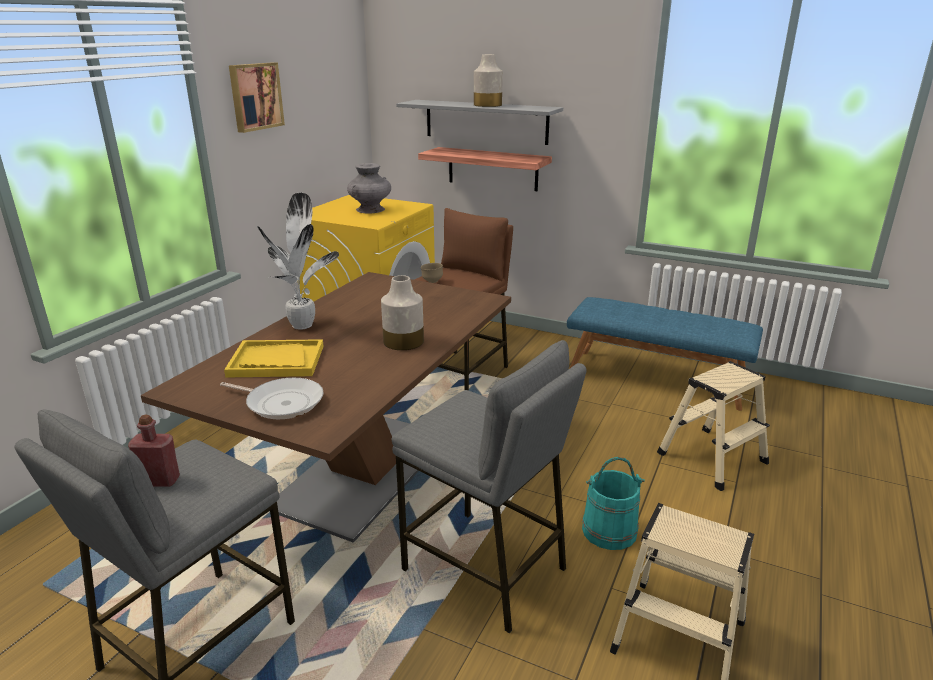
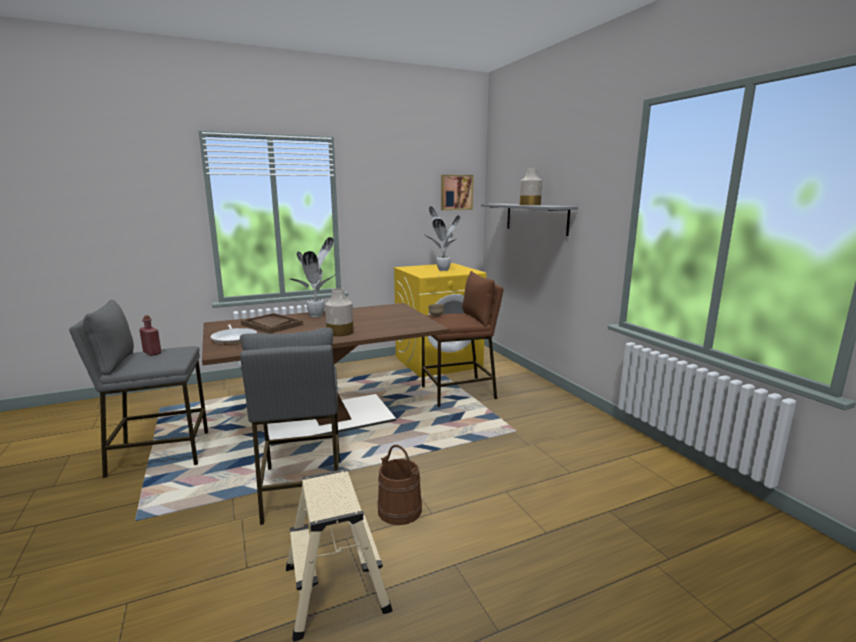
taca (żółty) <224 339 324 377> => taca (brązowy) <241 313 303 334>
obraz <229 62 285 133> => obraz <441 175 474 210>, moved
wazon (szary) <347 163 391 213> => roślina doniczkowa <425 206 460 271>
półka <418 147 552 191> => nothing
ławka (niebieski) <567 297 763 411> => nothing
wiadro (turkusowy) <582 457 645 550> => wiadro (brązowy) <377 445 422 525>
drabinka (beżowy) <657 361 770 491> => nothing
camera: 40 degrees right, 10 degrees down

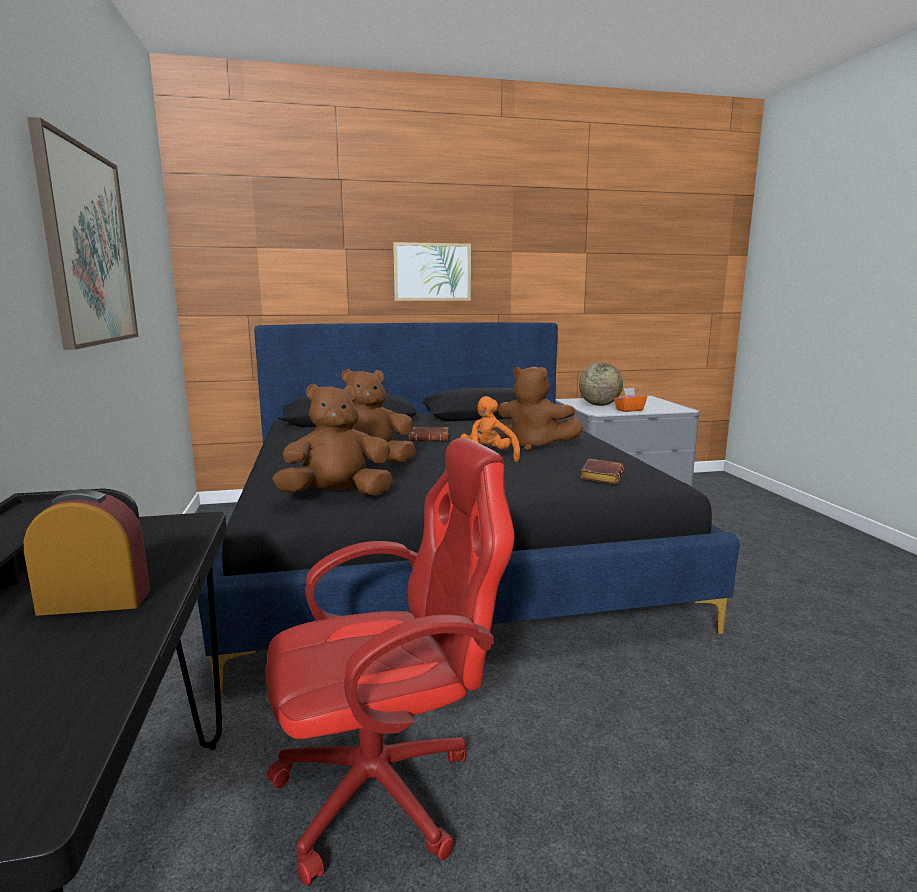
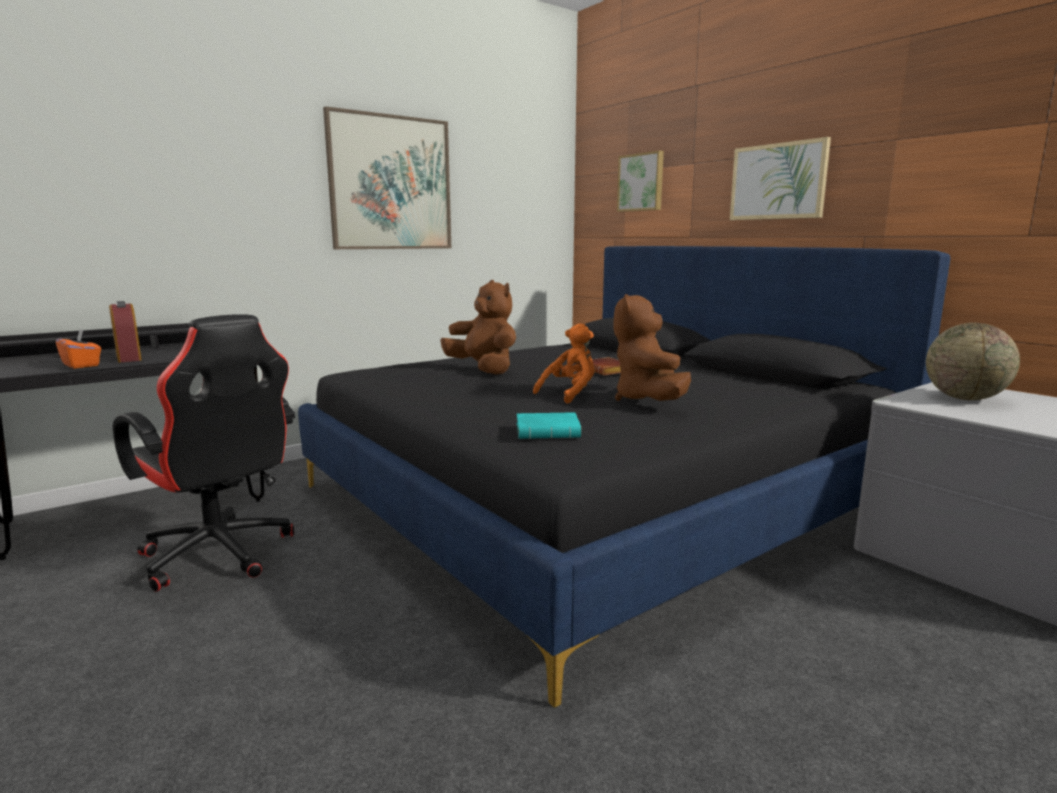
krzesło biurowe (czerwony) <265 438 515 886> => krzesło biurowe (czarny) <113 314 295 592>
pluszak (brązowy) <273 384 393 495> => nothing
książka (brązowy) <580 459 624 484> => książka (turkusowy) <517 412 582 439>
pudełko chusteczek (pomarańczowy) <614 388 647 412> => pudełko chusteczek (pomarańczowy) <56 329 101 369>, moved
nothing => obraz <617 151 664 212>
camera: 65 degrees right, 0 degrees up

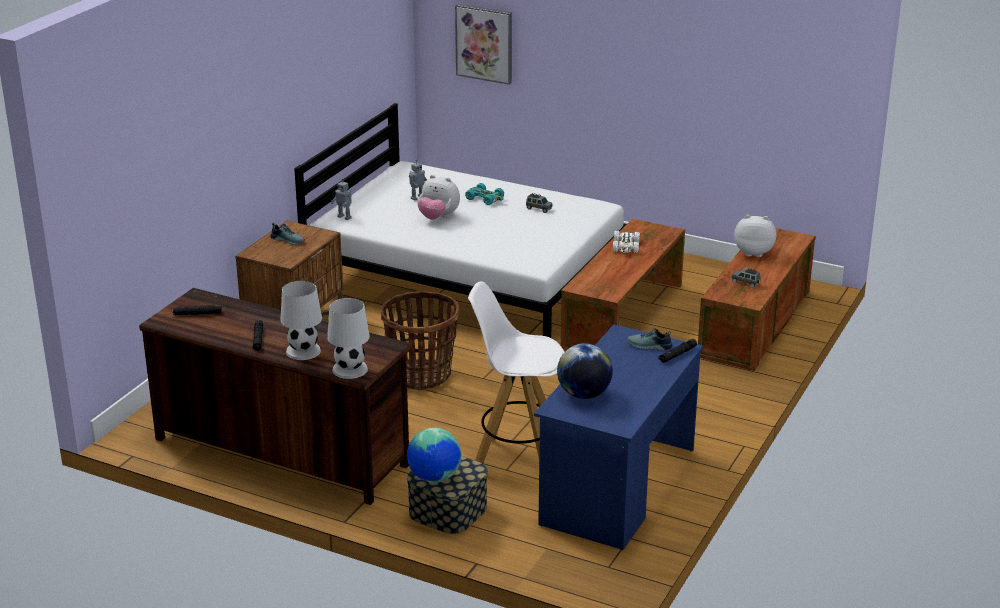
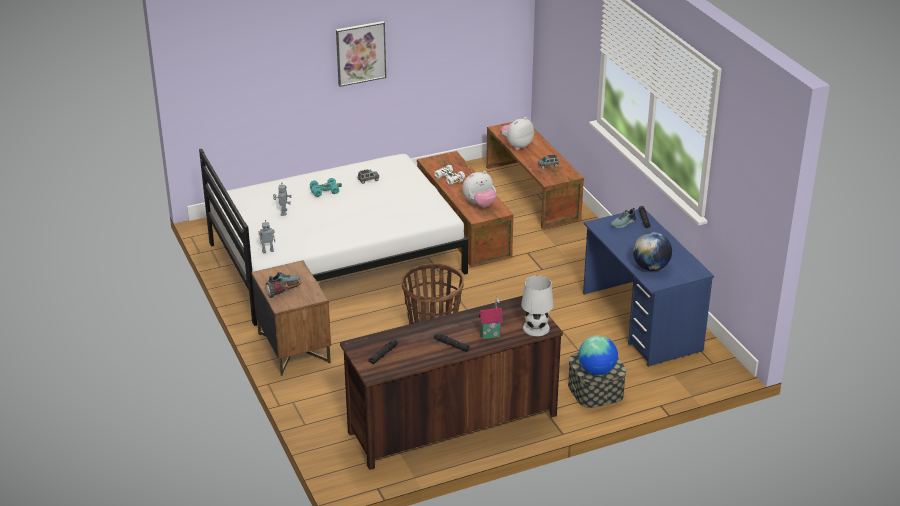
lampa stołowa (biały) <281 281 322 360> => domek <479 297 503 339>
pluszak <417 175 460 220> => pluszak <462 171 497 207>, moved
obraz <455 4 512 85> => obraz <336 21 386 87>, moved
stołek (biały) <468 281 564 463> => nothing
nothing => latarka <266 280 301 298>
camera: 50 degrees left, 5 degrees up

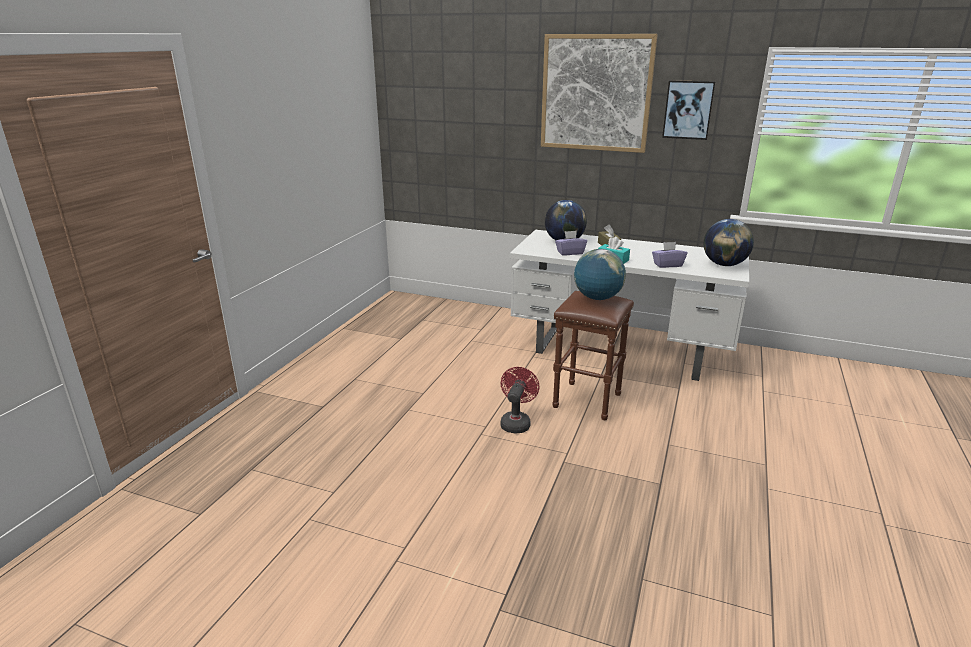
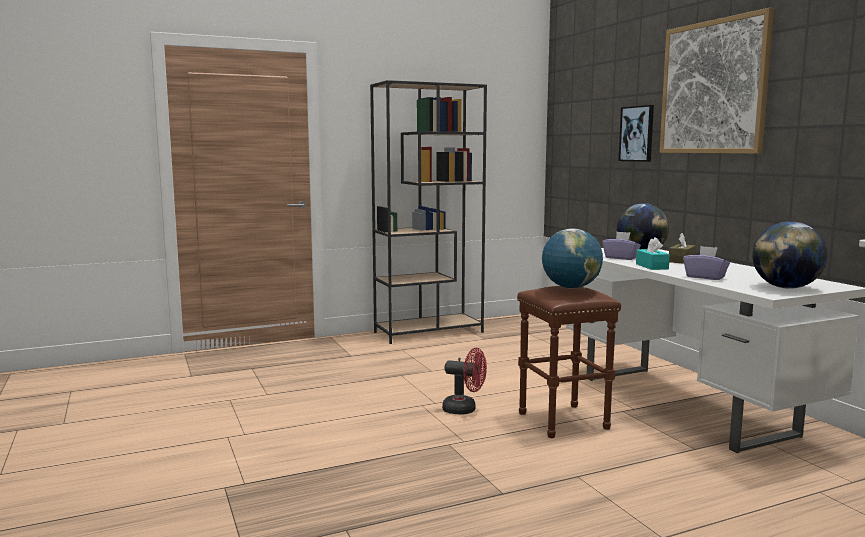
wentylator (czerwony) <500 367 539 433> => wentylator (czerwony) <442 348 487 415>, 45 degrees clockwise
obraz <662 80 715 140> => obraz <619 105 654 162>, moved
nothing => regał <370 80 487 344>
camera: 45 degrees right, 15 degrees down

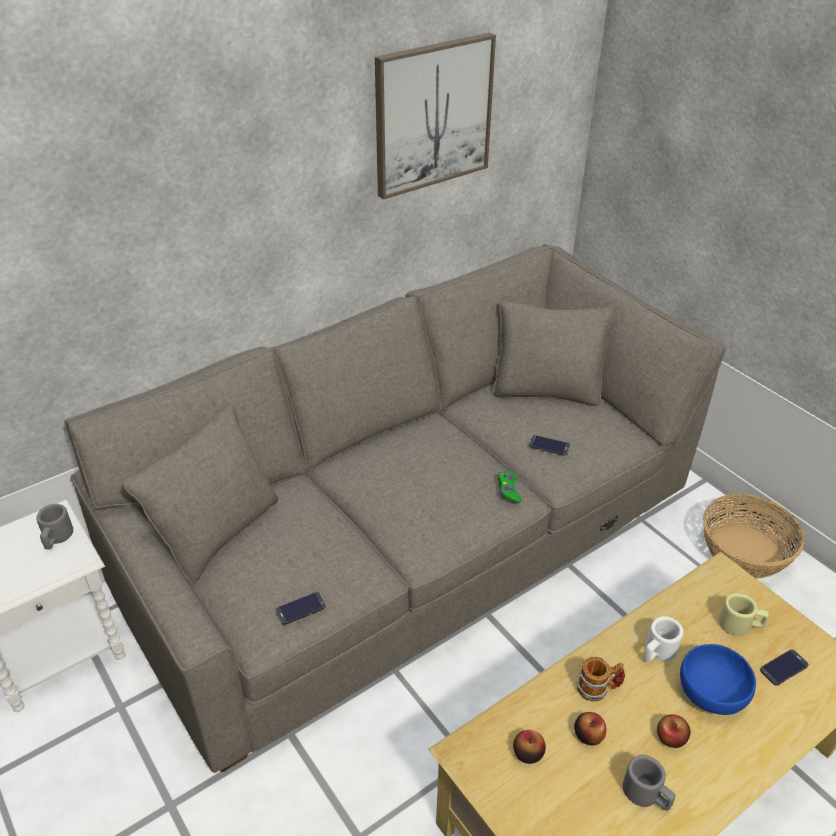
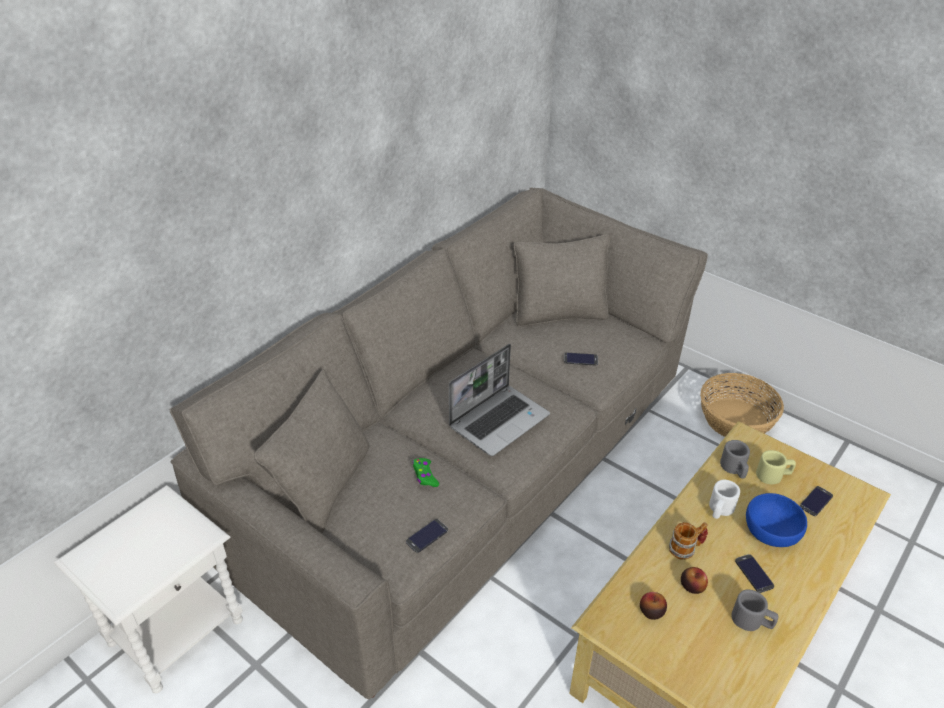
kubek (szary) <36 504 73 549> => kubek (szary) <720 440 750 479>, moved
obraz <375 33 496 200> => nothing
pad do gier (zielony) <498 471 522 503> => pad do gier (zielony) <413 458 439 487>, moved
jabłko <657 714 691 748> => telefon <735 554 774 593>
nothing => laptop <449 344 550 456>
camera: 15 degrees left, 0 degrees up

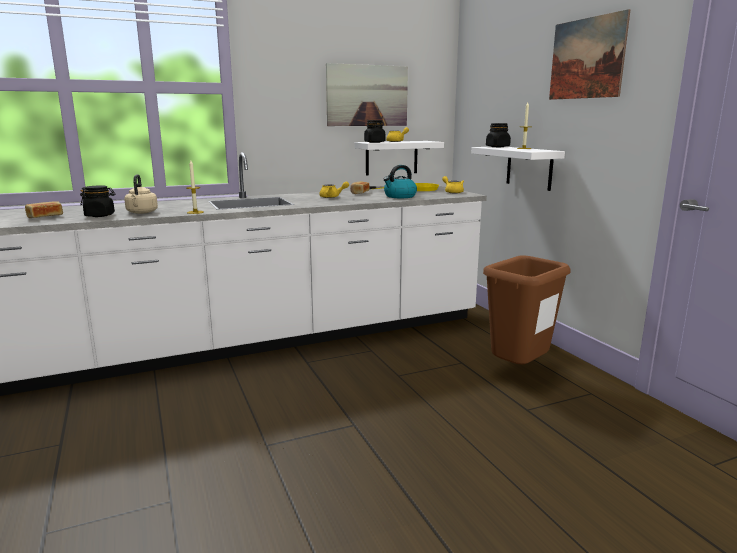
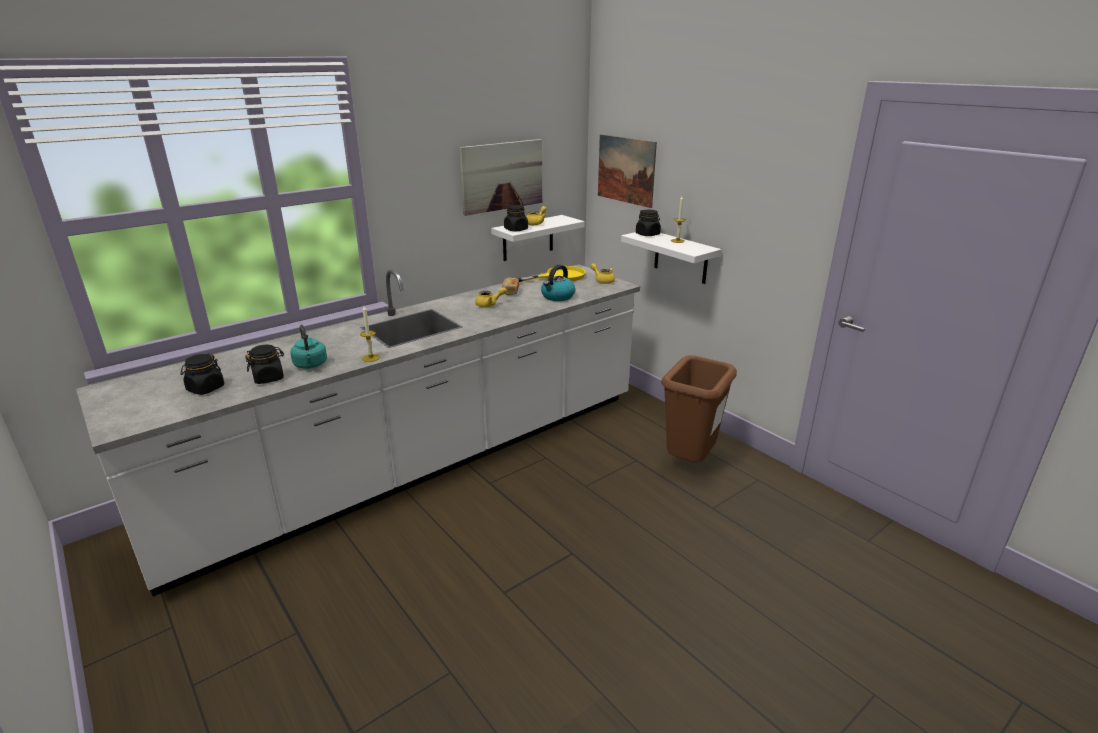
chleb <25 201 63 218> => słoik (czarny) <180 353 224 395>
czajnik (beżowy) <124 174 158 214> => czajnik (turkusowy) <290 325 327 369>
obraz <549 9 631 100> => obraz <598 134 657 208>, moved
camera: 15 degrees left, 10 degrees up

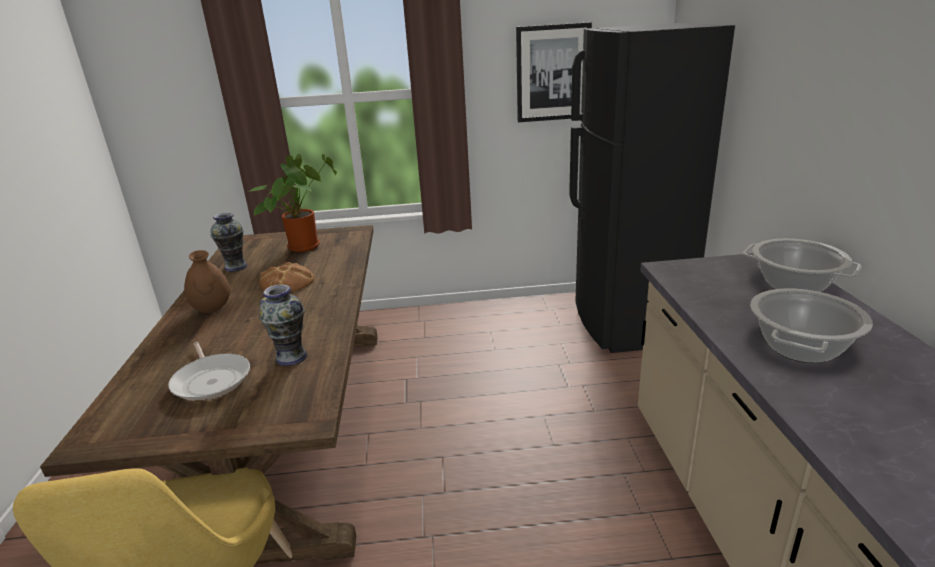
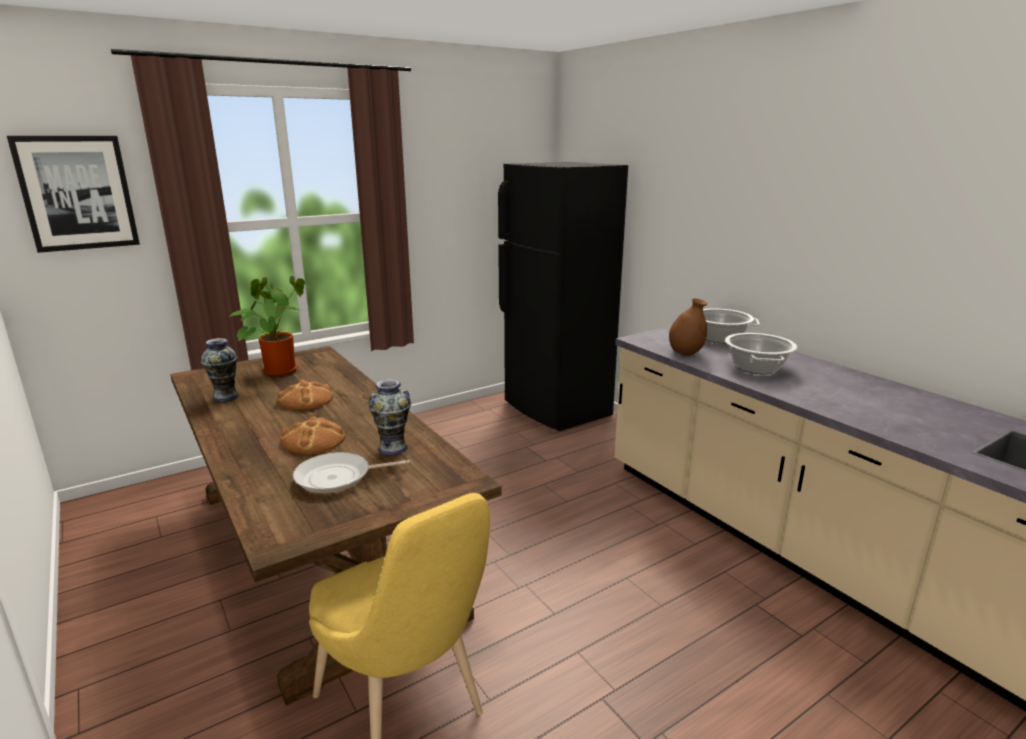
patelnia <168 342 250 401> => patelnia <293 452 410 493>, 135 degrees clockwise
wazon (brązowy) <184 250 230 313> => wazon (brązowy) <669 298 707 356>, moved
obraz <516 22 592 122> => obraz <7 136 140 253>, moved
nothing => chleb <281 416 346 455>
camera: 30 degrees left, 5 degrees down

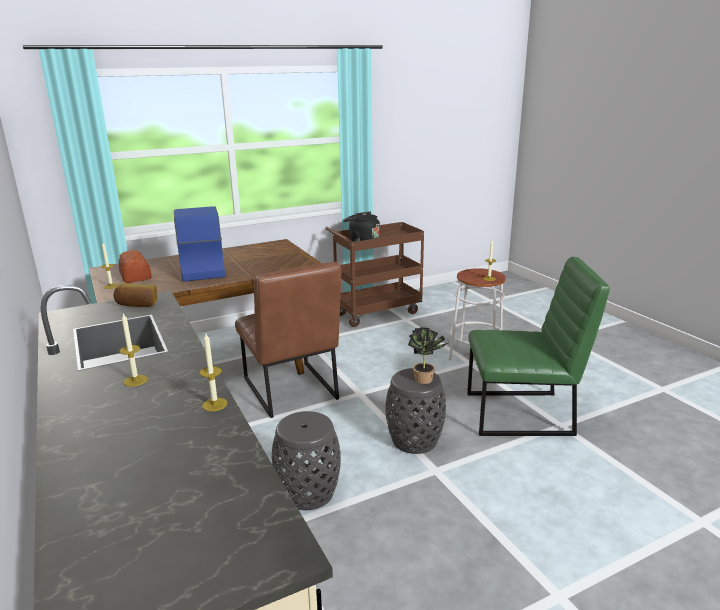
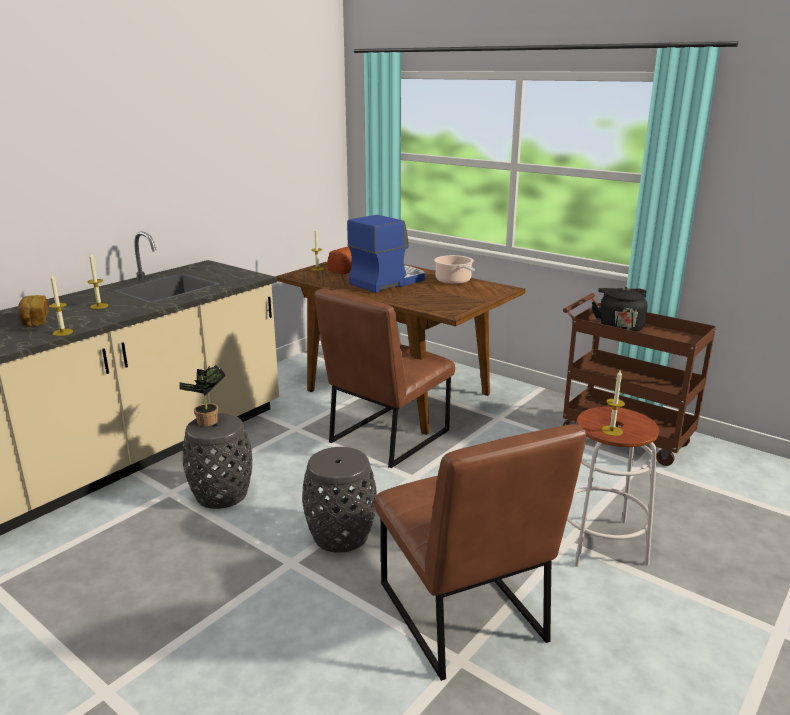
chleb <114 283 157 307> => chleb <17 295 48 327>, moved
roślina doniczkowa <408 327 448 384> => roślina doniczkowa <180 365 226 426>, moved
krzesło (zielony) <467 257 610 436> => krzesło (brązowy) <374 424 587 681>
nothing => garnek <434 255 475 284>
camera: 65 degrees right, 0 degrees up

